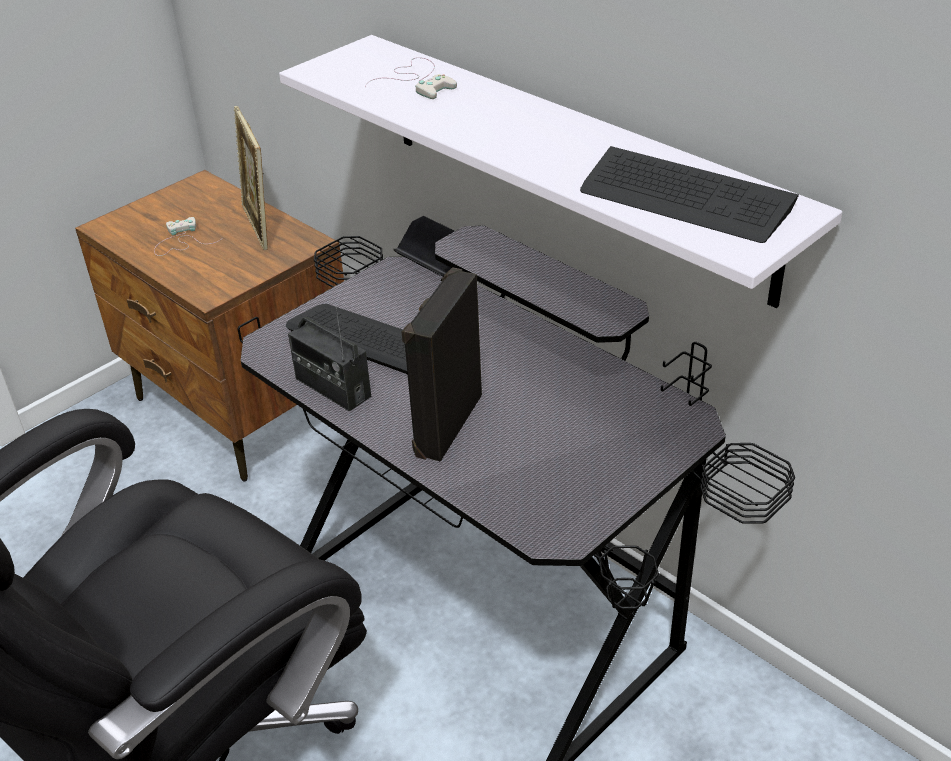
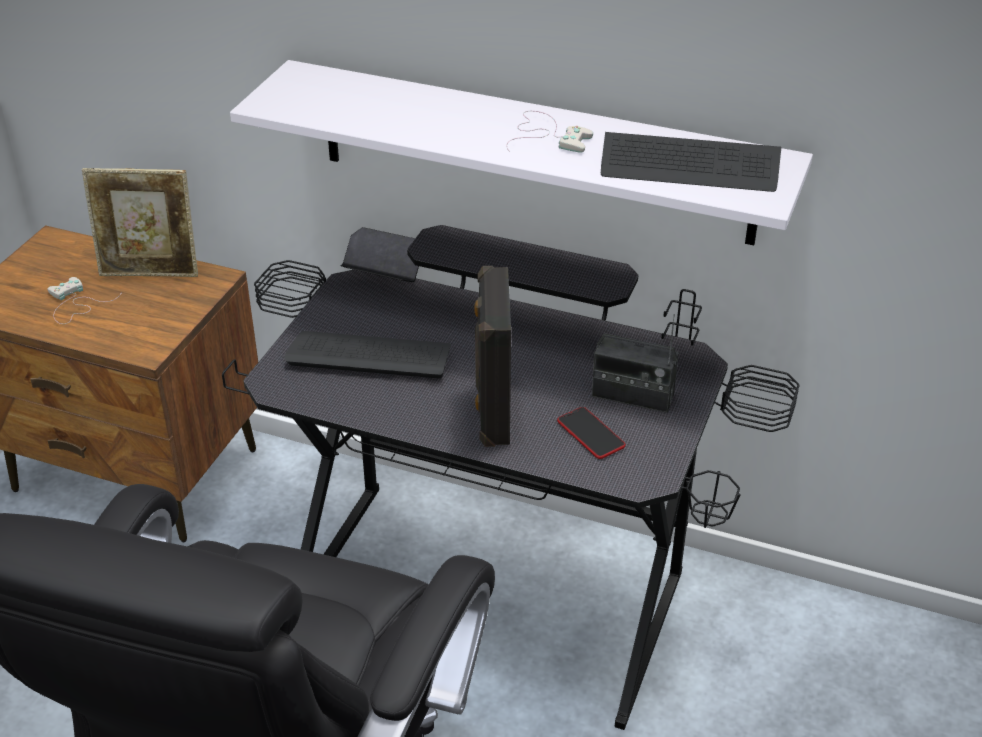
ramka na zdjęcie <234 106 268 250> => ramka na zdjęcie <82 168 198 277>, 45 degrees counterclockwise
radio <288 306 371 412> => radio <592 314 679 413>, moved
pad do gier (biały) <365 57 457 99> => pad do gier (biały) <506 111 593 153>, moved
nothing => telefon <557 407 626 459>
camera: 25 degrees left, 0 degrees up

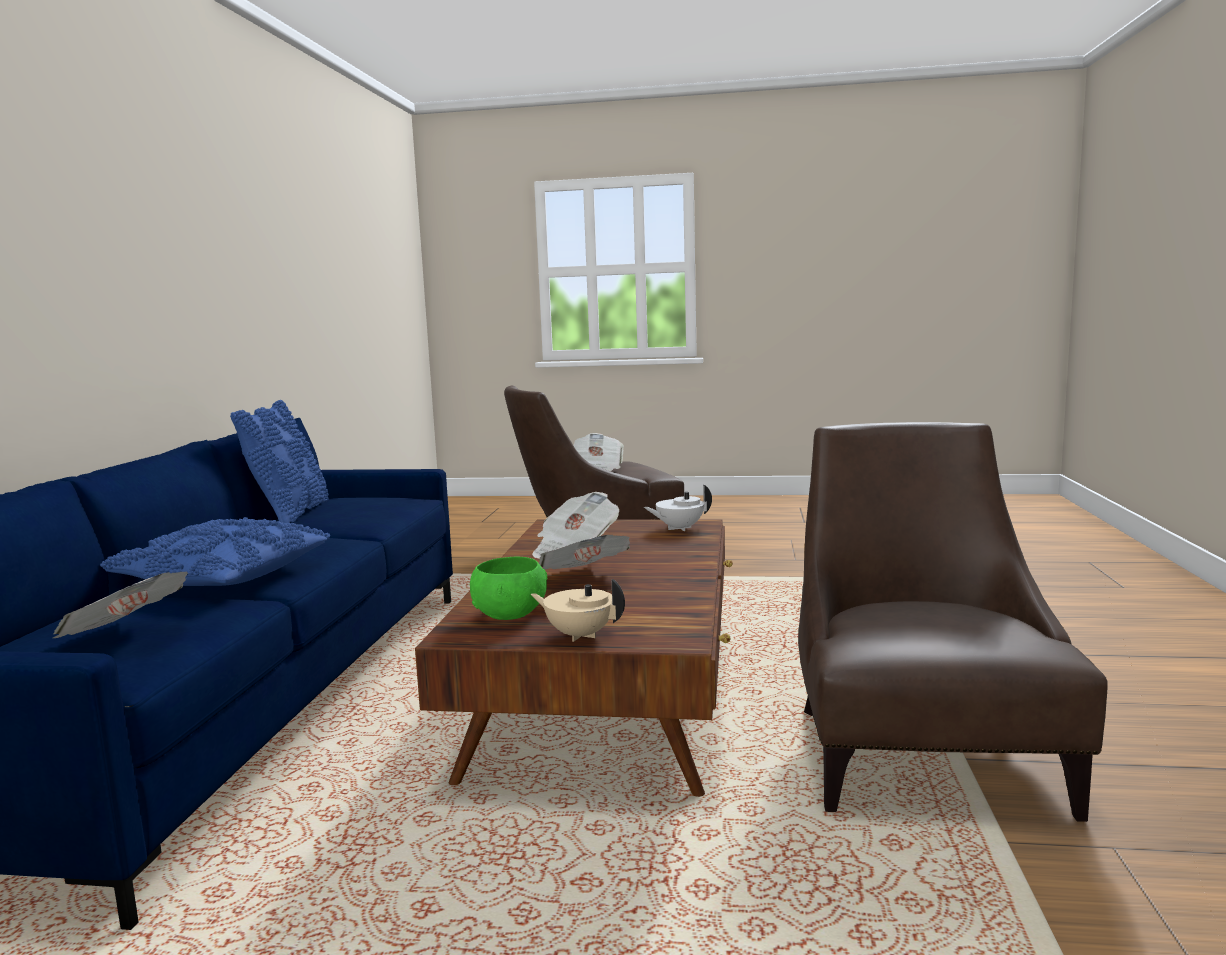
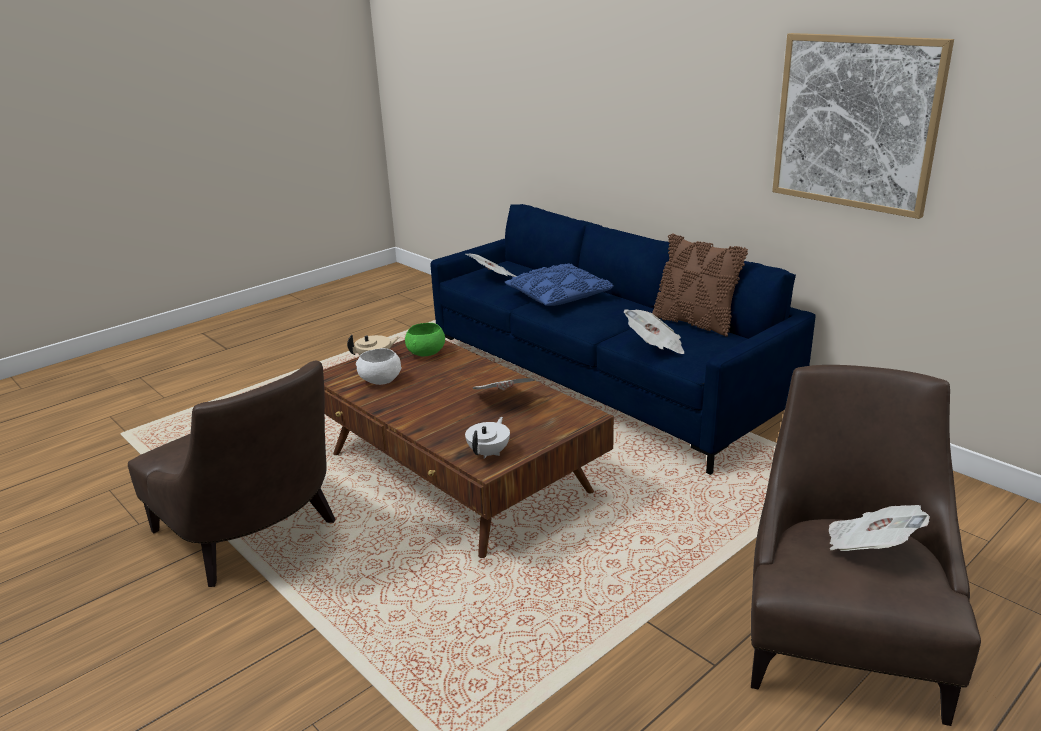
poduszka (niebieski) <230 400 329 523> => poduszka (brązowy) <652 233 748 337>
gazeta <539 535 630 570> => gazeta <624 309 685 354>, moved
nothing => miska (biały) <356 348 401 385>
nothing => obraz <772 33 954 219>
camera: 130 degrees right, 15 degrees up

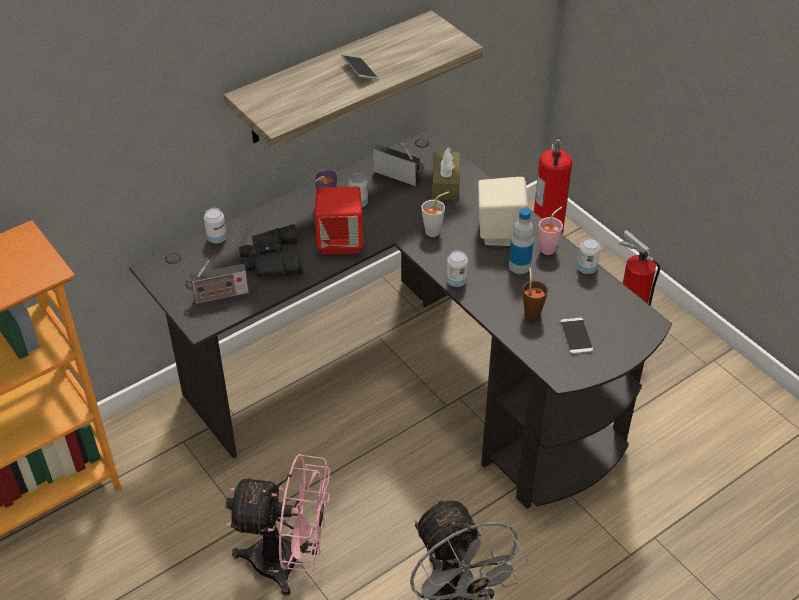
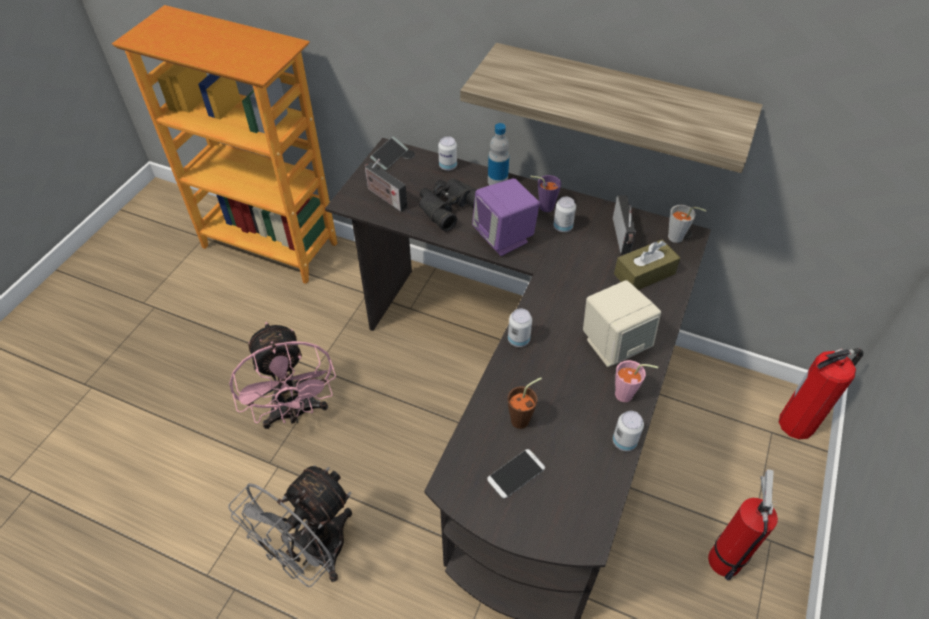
głośnik (czerwony) <315 186 363 254> => głośnik (fioletowy) <472 178 540 256>
telefon <341 54 379 80> => telefon <370 137 408 170>, moved
filiżanka (szary) <421 192 449 237> => filiżanka (szary) <668 205 707 243>, moved
butelka <509 208 534 274> => butelka <488 123 509 185>, moved
camera: 60 degrees right, 5 degrees up

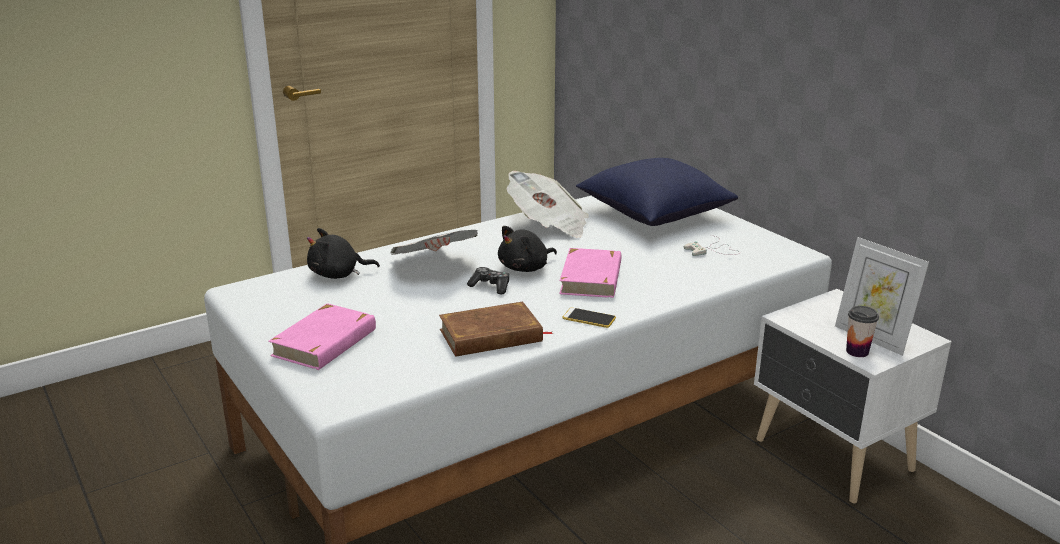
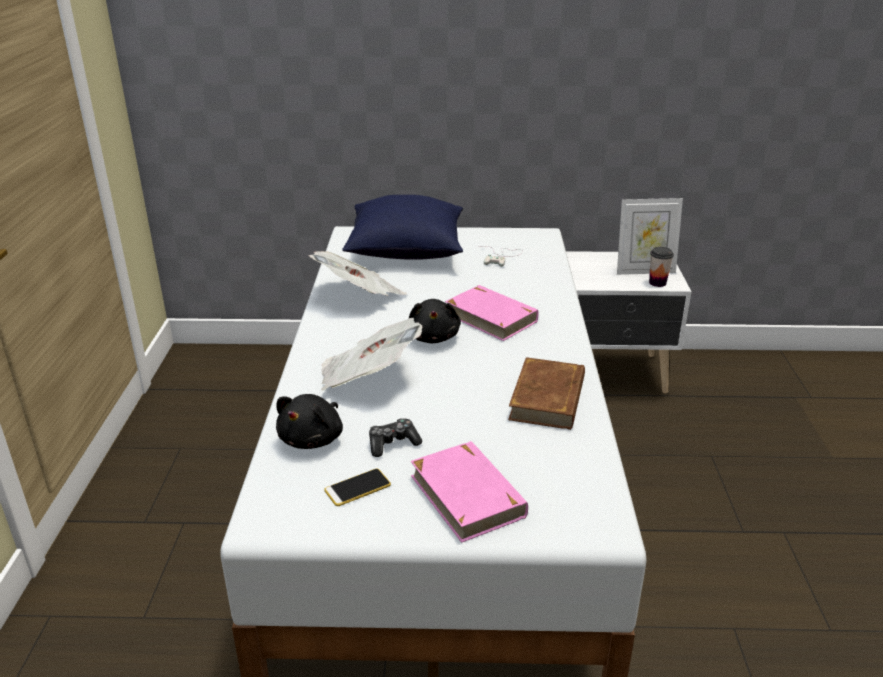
pad do gier <467 267 509 294> => pad do gier <369 418 422 457>, moved
telefon <562 307 616 328> => telefon <324 469 391 506>, moved
camera: 55 degrees left, 5 degrees up

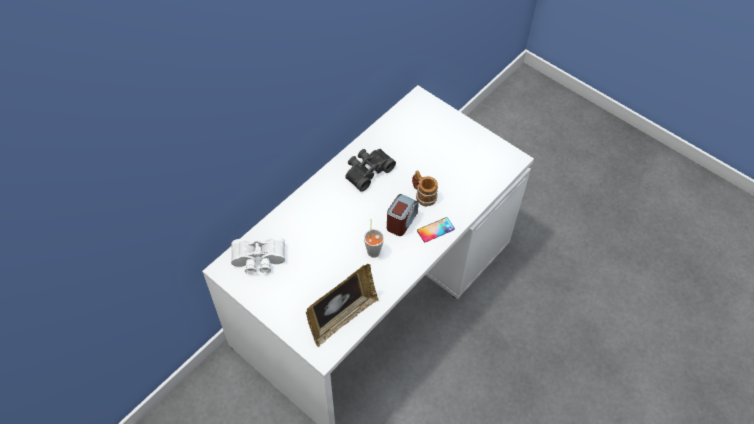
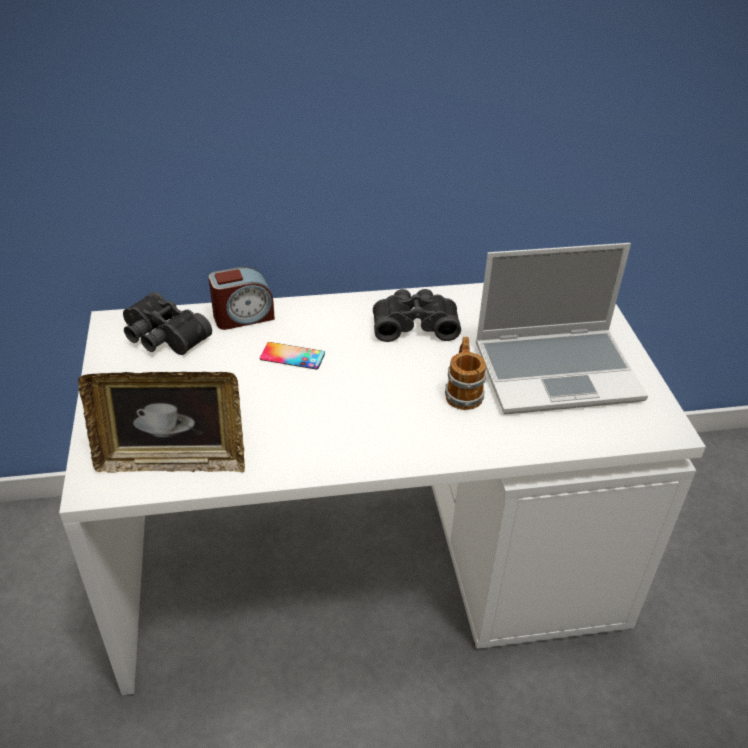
lornetka (biały) <231 237 285 274> => lornetka (czarny) <123 292 212 355>
filiżanka (szary) <364 219 384 258> => nothing
budzik <387 194 419 236> => budzik <208 267 275 330>, moved
telefon <417 217 455 242> => telefon <260 342 325 370>, moved
nothing => laptop <476 243 648 414>
camera: 40 degrees right, 15 degrees down

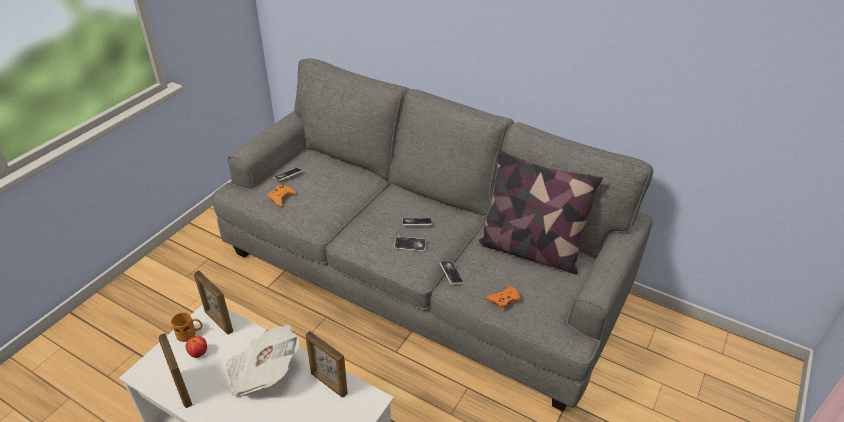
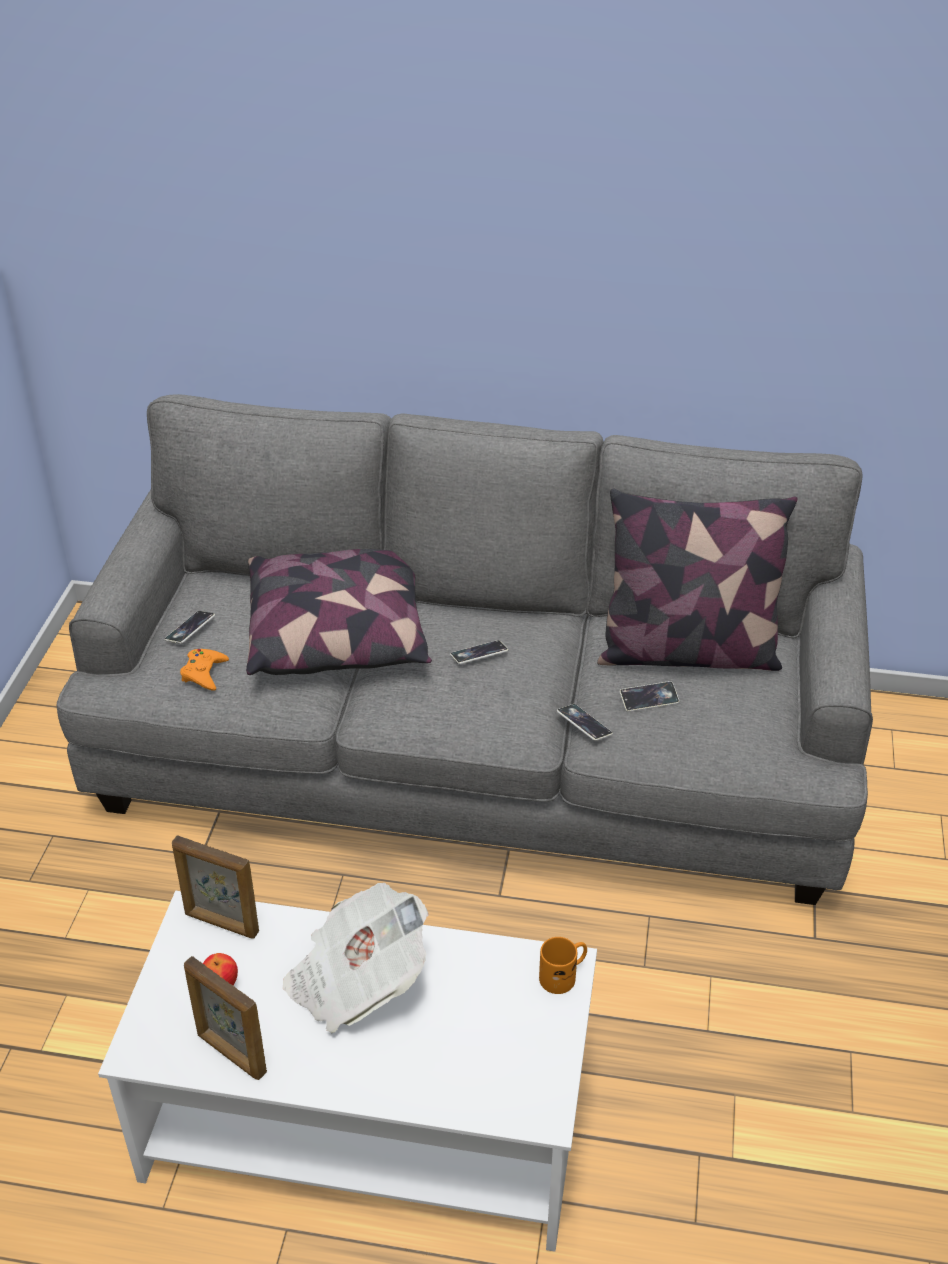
kubek (pomarańczowy) <171 312 202 342> => kubek (pomarańczowy) <539 937 587 994>, moved
ramka na zdjęcie <305 331 348 398> => nothing
telefon <394 236 426 251> => telefon <620 681 679 712>, moved
pad do gier (pomarańczowy) <486 286 520 310> => nothing
nothing => poduszka <246 549 432 675>
camera: 20 degrees left, 0 degrees up

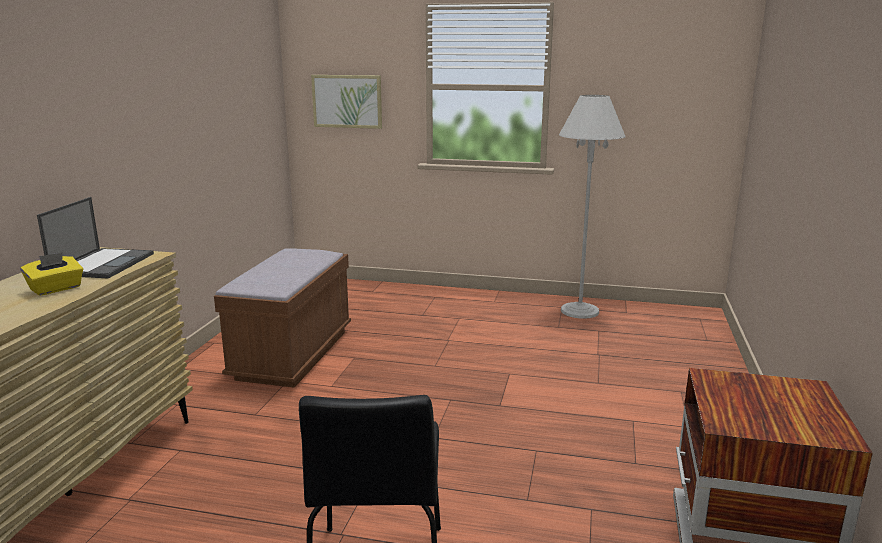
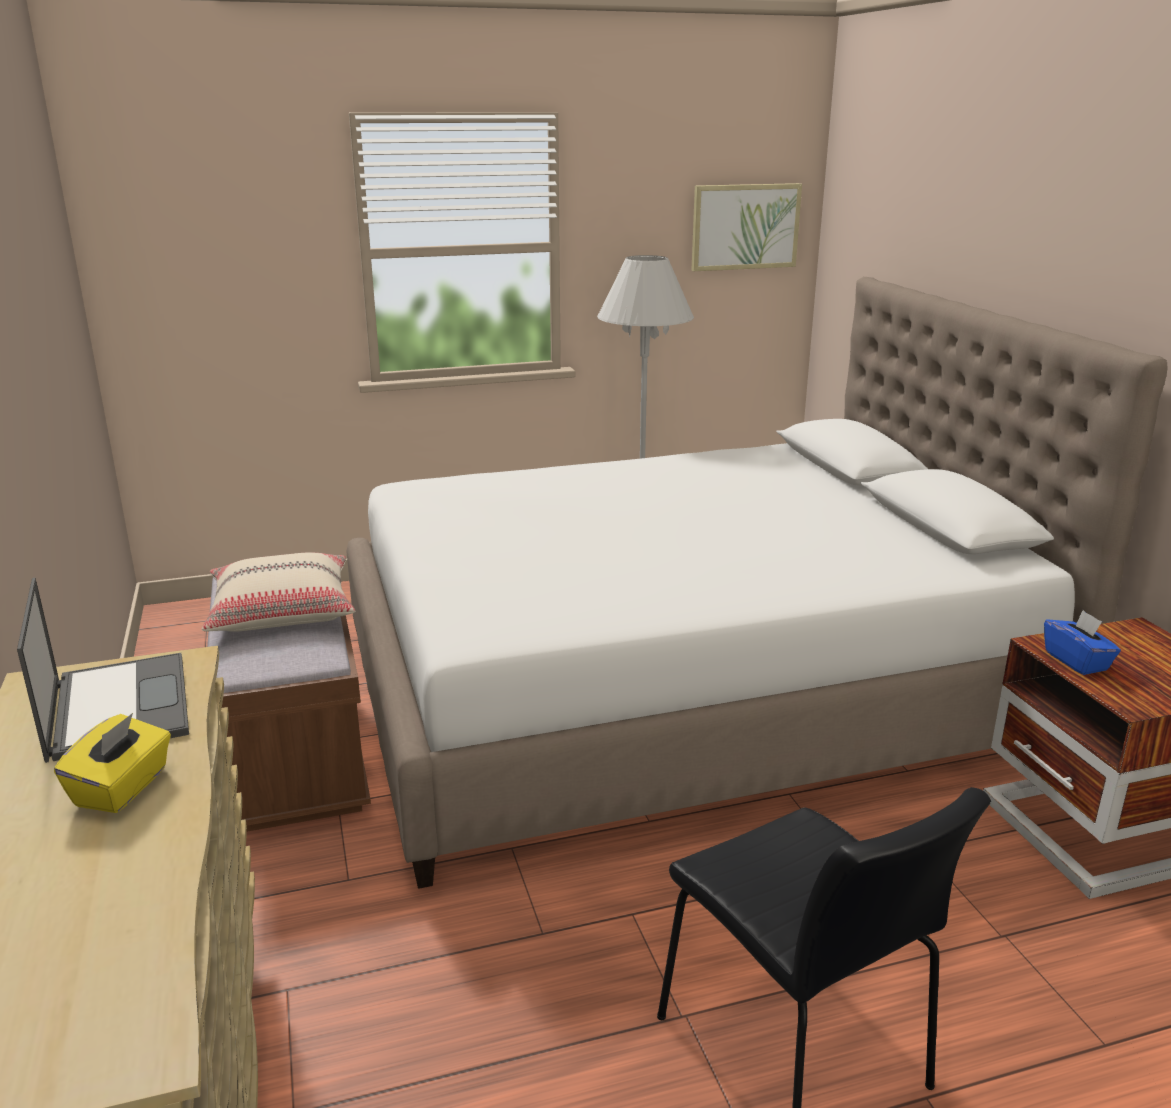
obraz <311 75 382 129> => obraz <691 183 802 271>, moved
nothing => poduszka (beżowy) <202 552 355 632>
nothing => łóżko (biały) <346 277 1167 889>
nothing => pudełko chusteczek (niebieski) <1044 610 1121 675>
camera: 30 degrees left, 5 degrees up

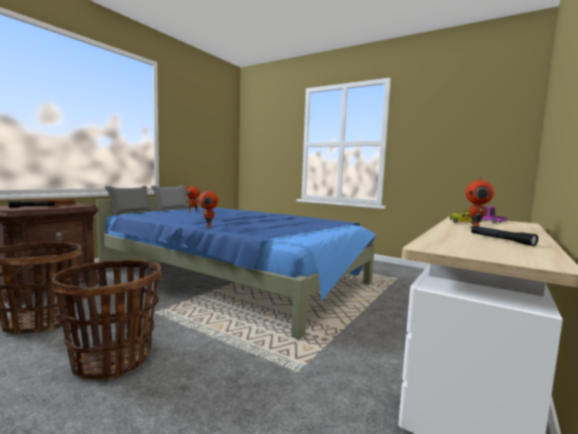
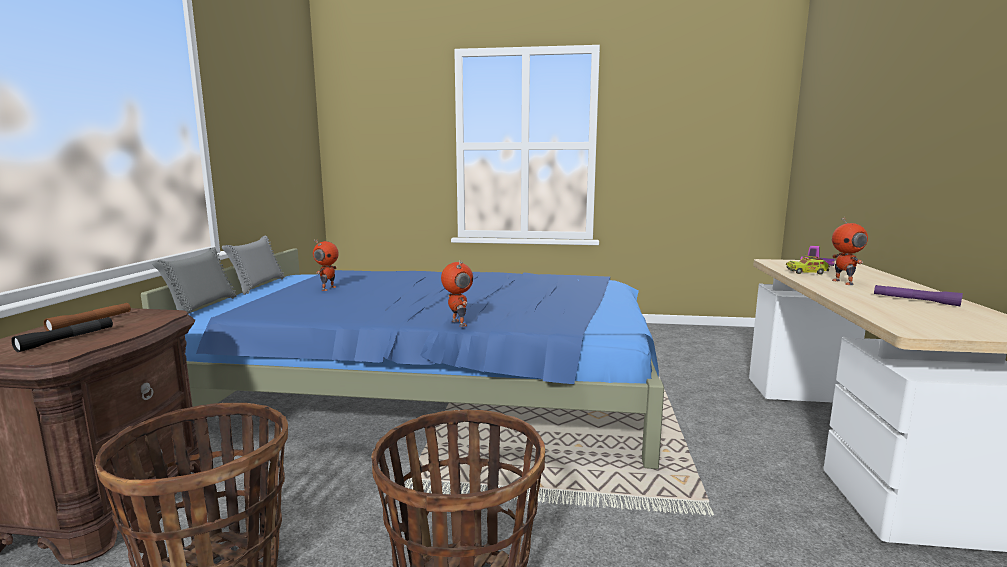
latarka (czarny) <471 226 538 246> => latarka (fioletowy) <874 285 963 306>
camera: 25 degrees left, 5 degrees up

